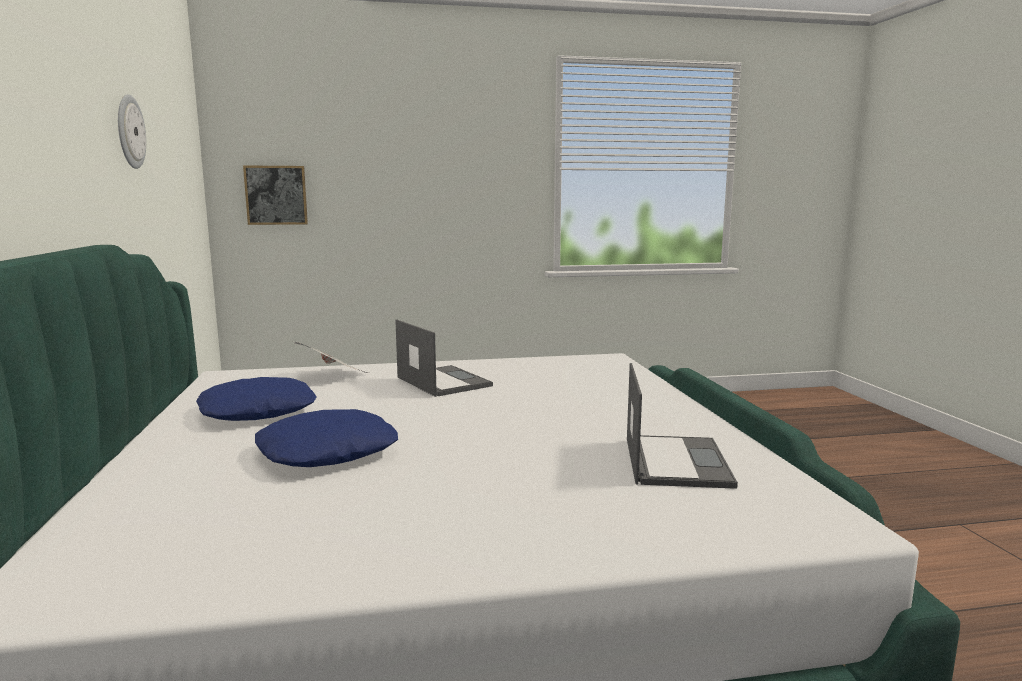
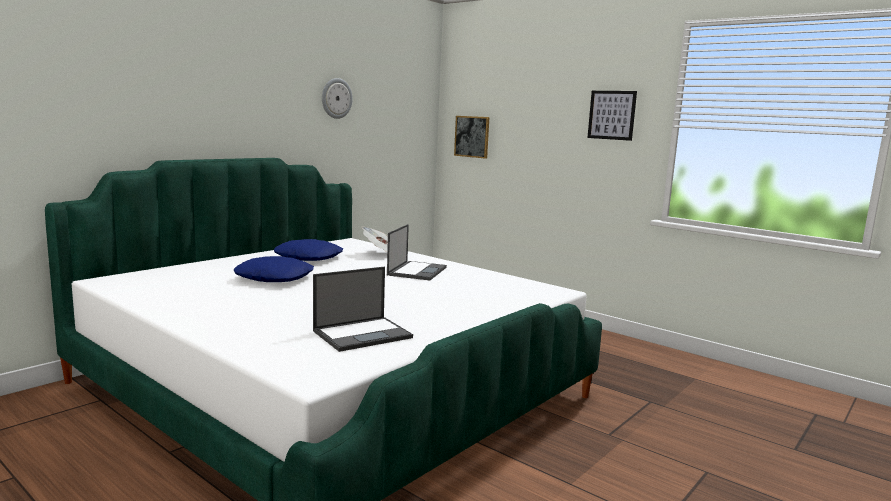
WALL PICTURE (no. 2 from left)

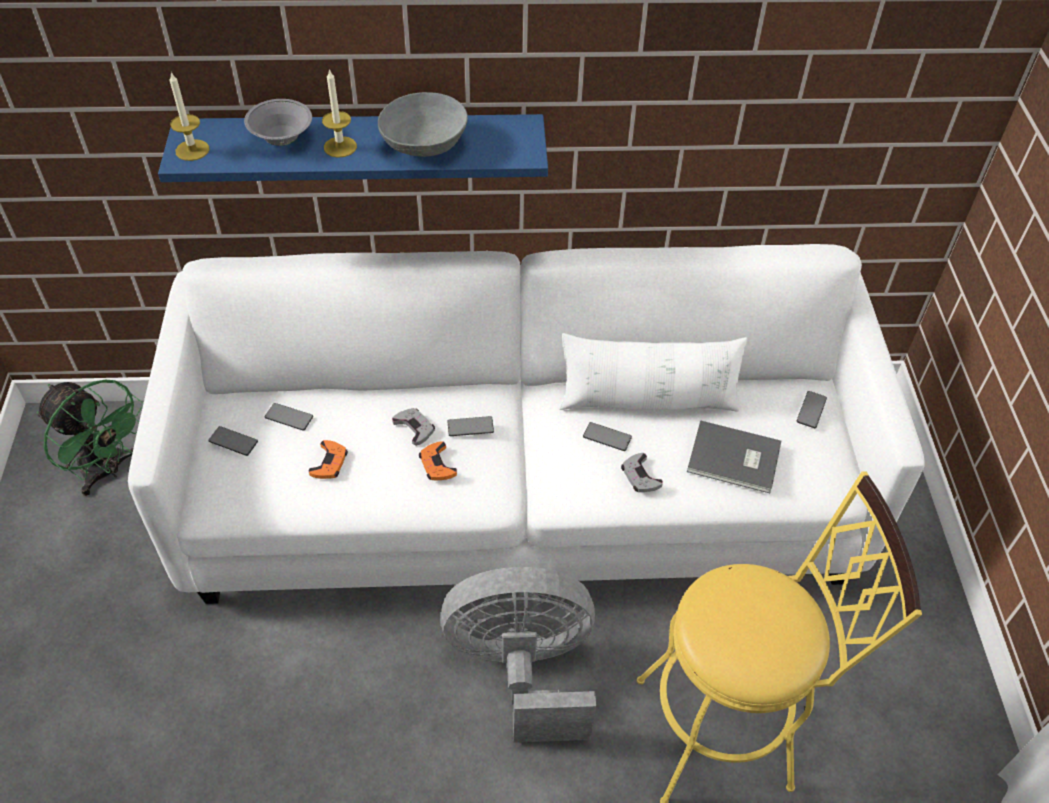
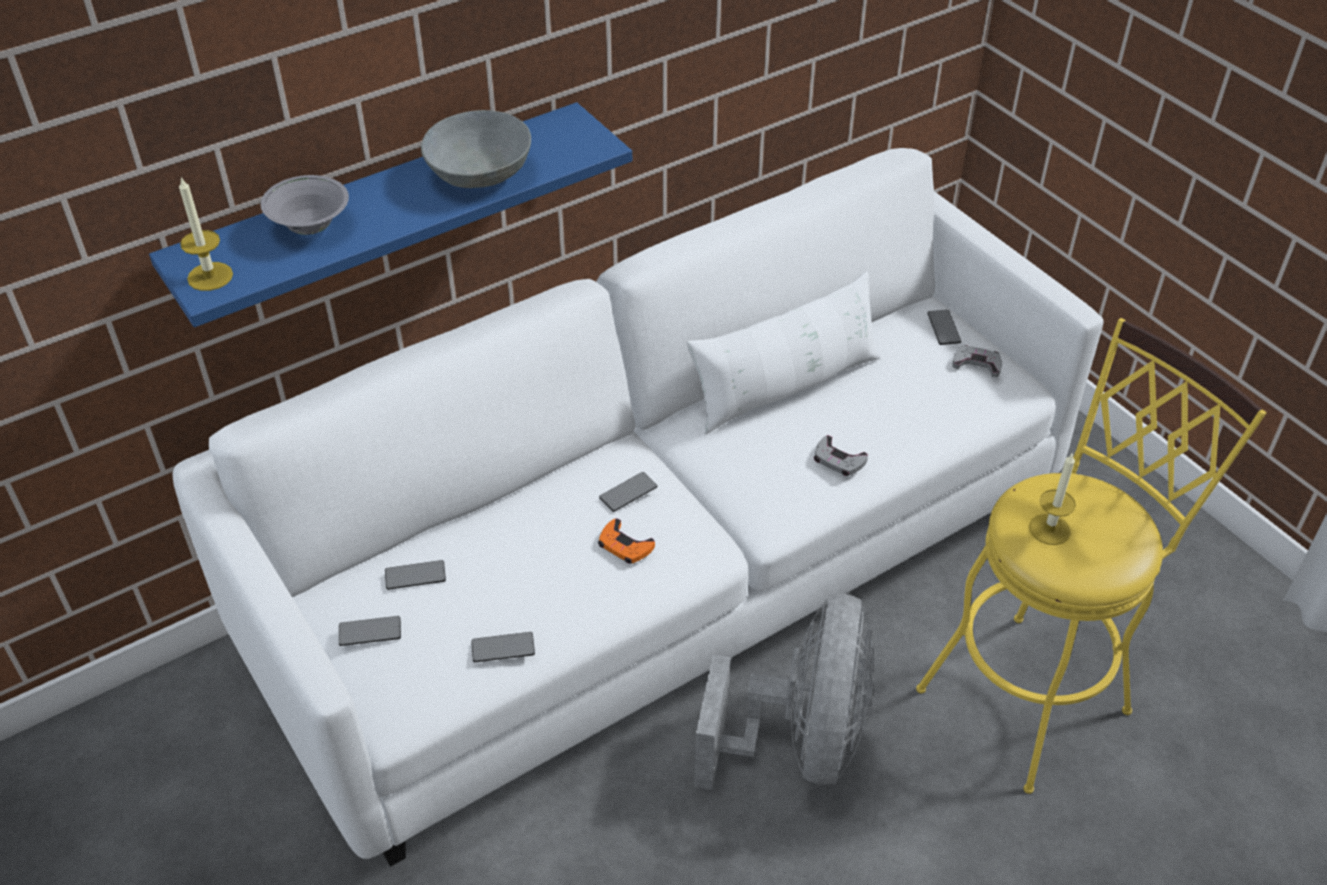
GREENISH COOLING FAN
ORANGE-COLOURED GAME CONTROLLER (no. 1 from left in the first image)
WAX LIGHT (no. 2 from left)
GREYISH GAME CONTROLLER (no. 2 from left)
GREYISH COOLING FAN
PHONE (no. 3 from left)
GREYISH BOOK

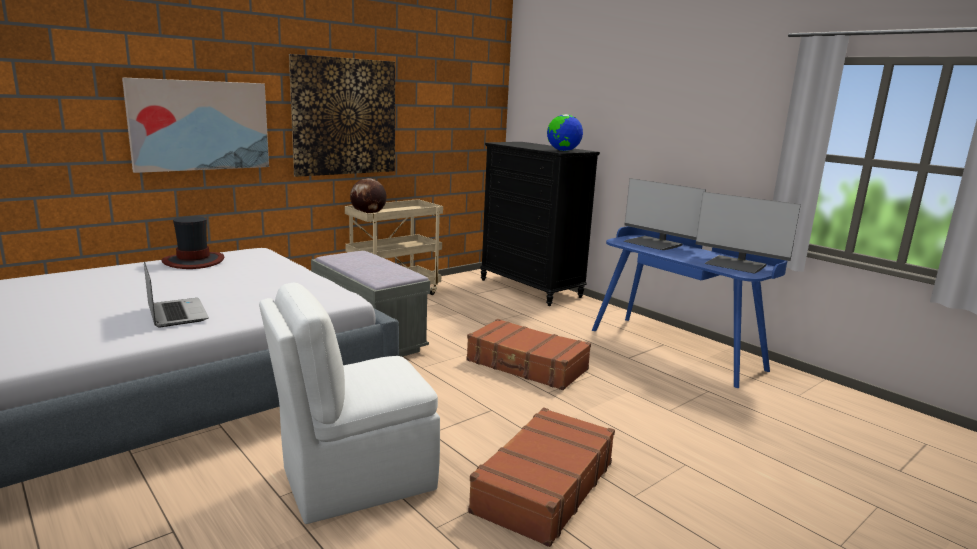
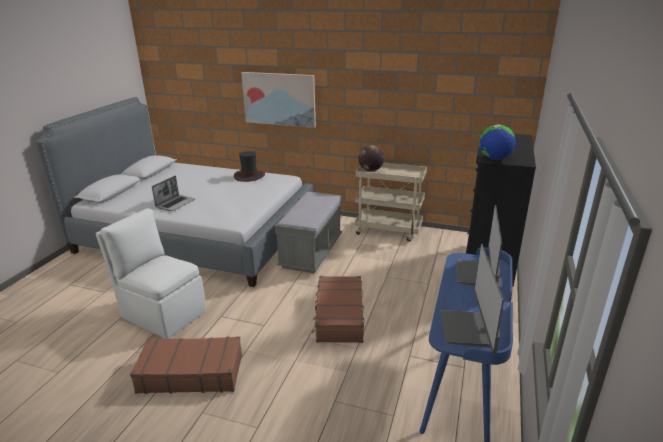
WALL PICTURE (no. 2 from left in the first image)

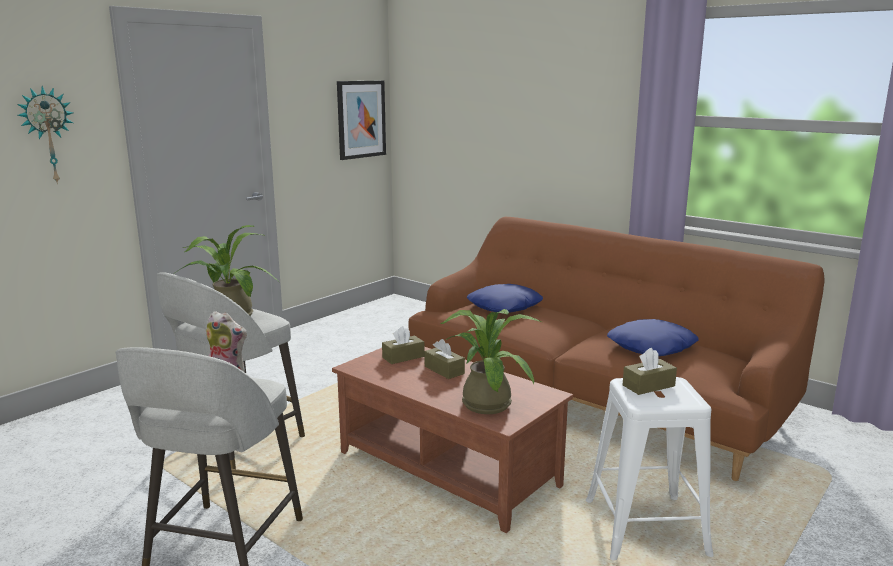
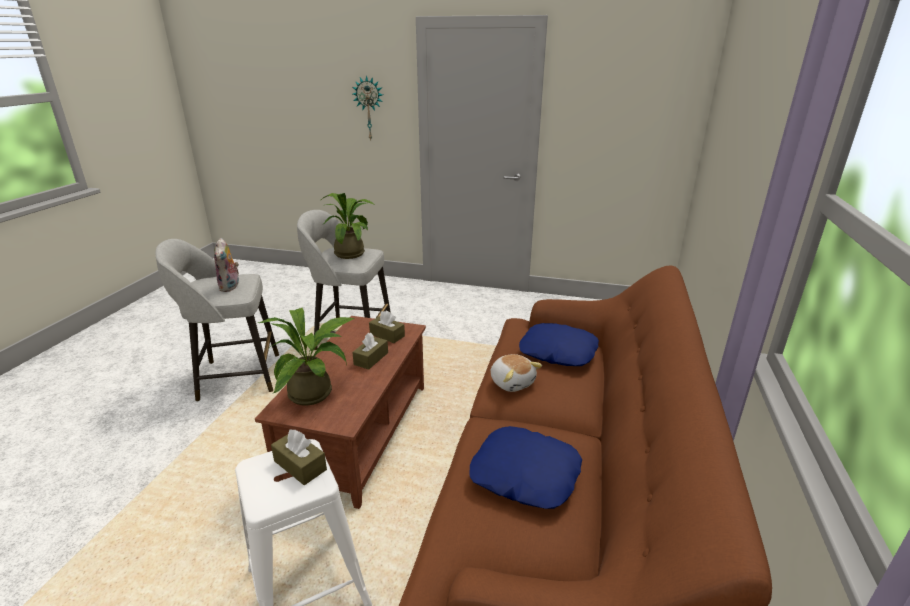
WALL PICTURE
SOFT TOY (no. 2 from left)

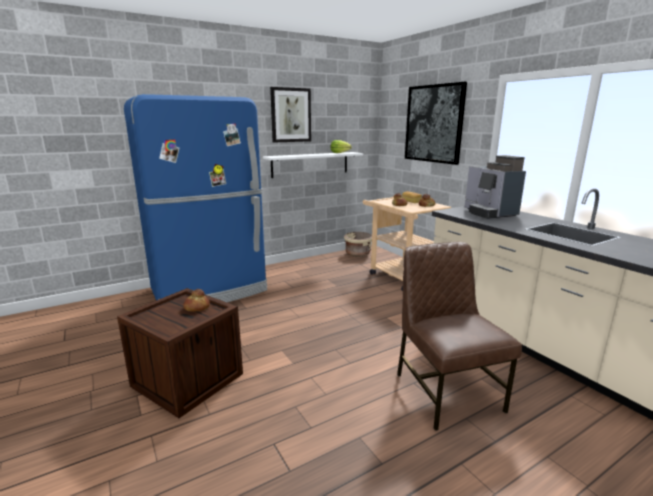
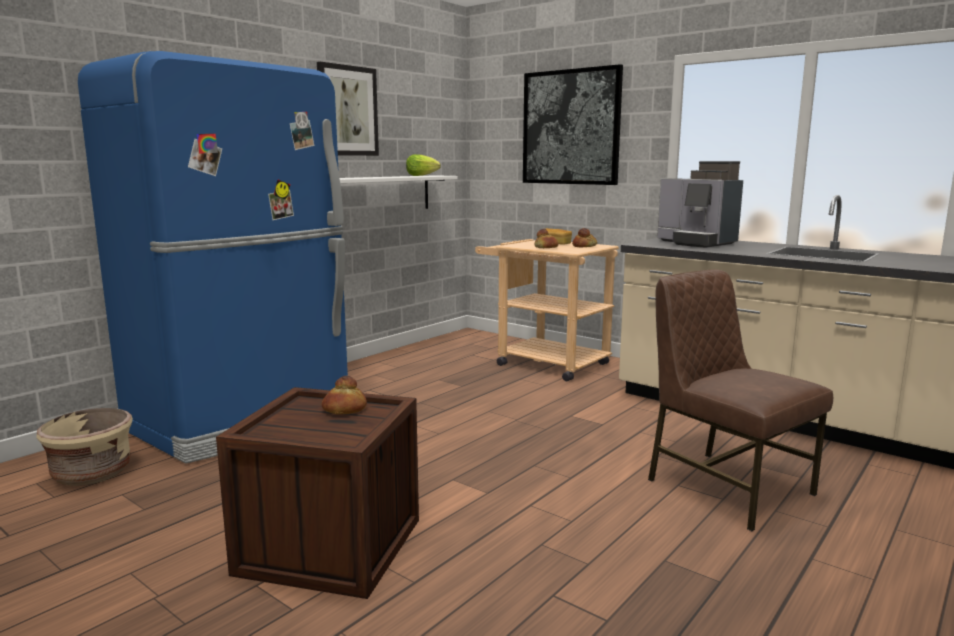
BEIGE FLOWER POT

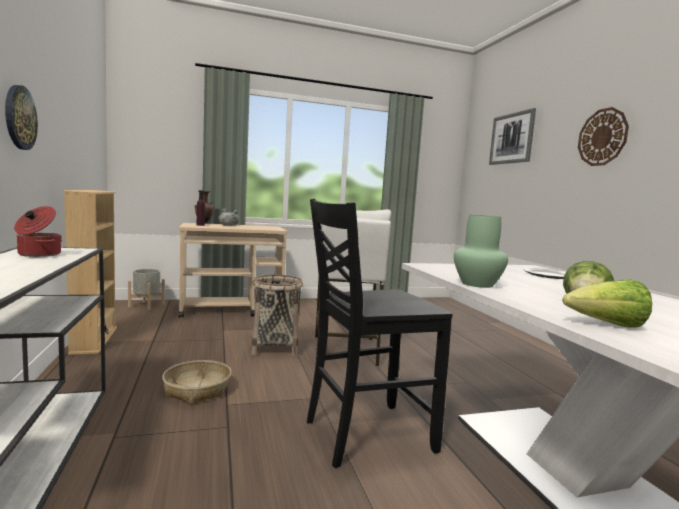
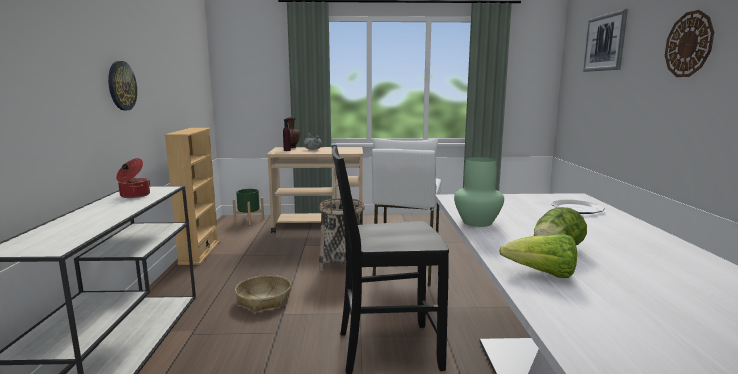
GREENISH FLOWER POT

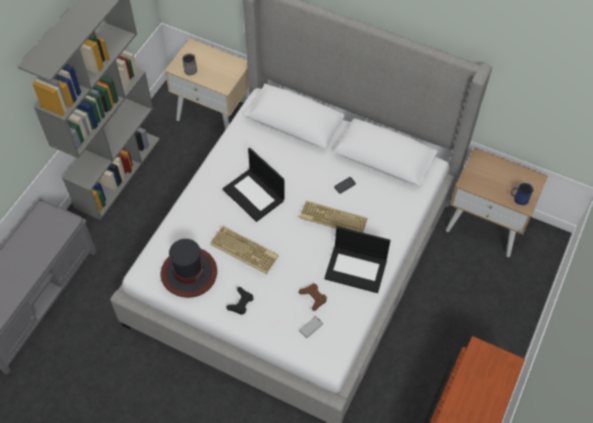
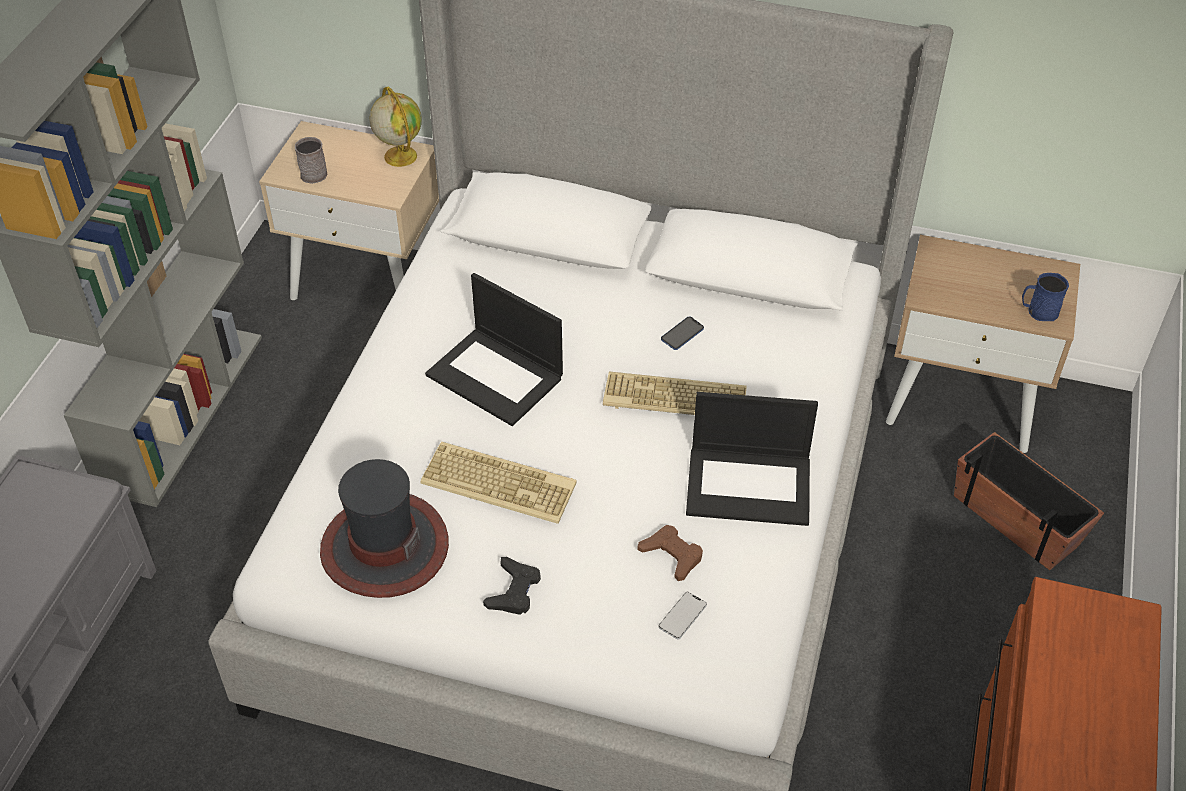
GLOBE
FLOWER POT

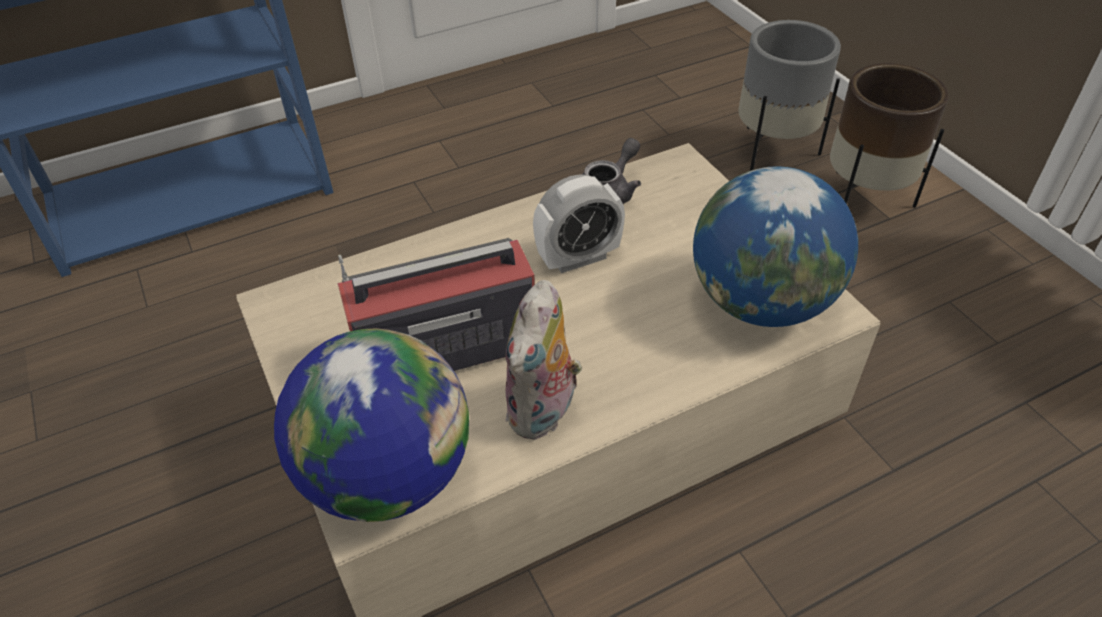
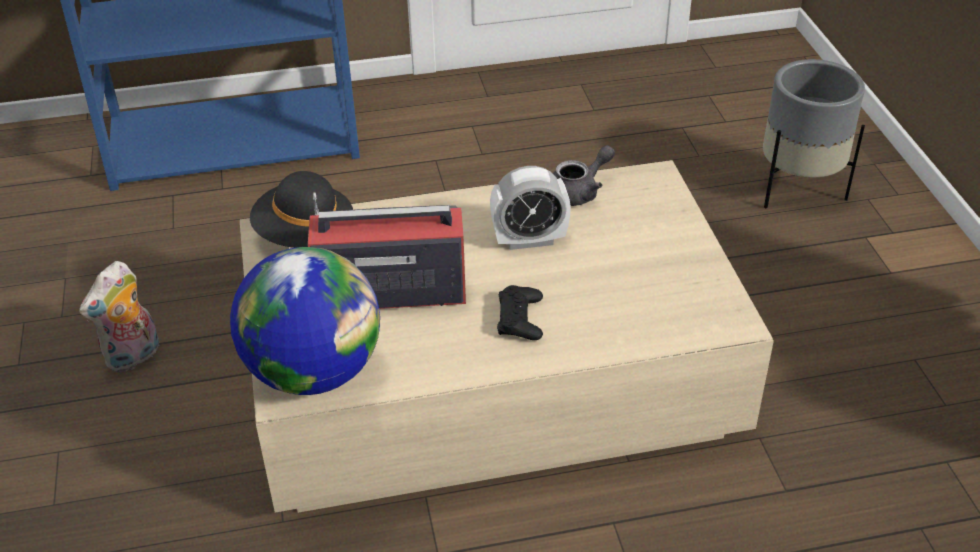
SOFT TOY
GLOBE (no. 2 from left in the first image)
BROWN-COLOURED FLOWER POT
BLACK CLOTHING HAT
BLACK GAME CONTROLLER

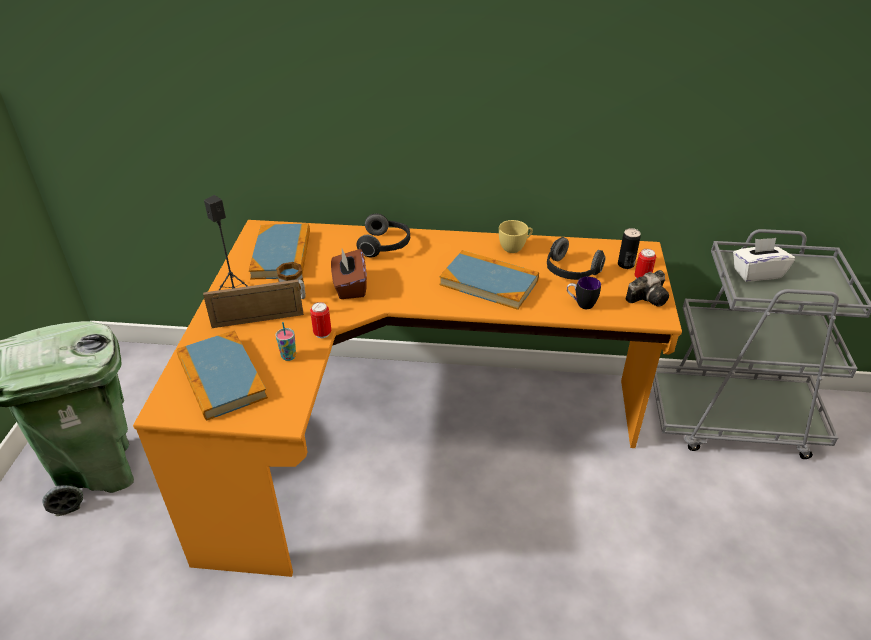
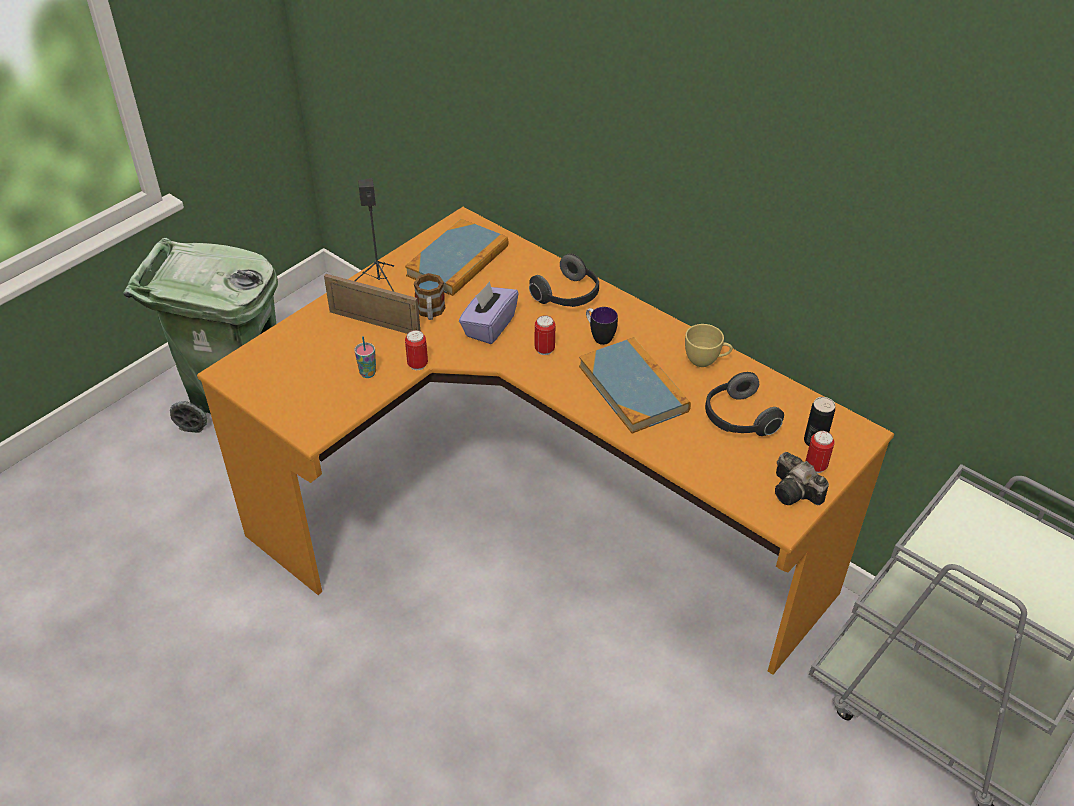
BOOK (no. 1 from left in the first image)
PURPLE-COLOURED TISSUE HOLDER
TEA MUG (no. 2 from left)
PHOTO CAMERA
WHITISH TISSUE HOLDER
SEALED CAN (no. 2 from left)

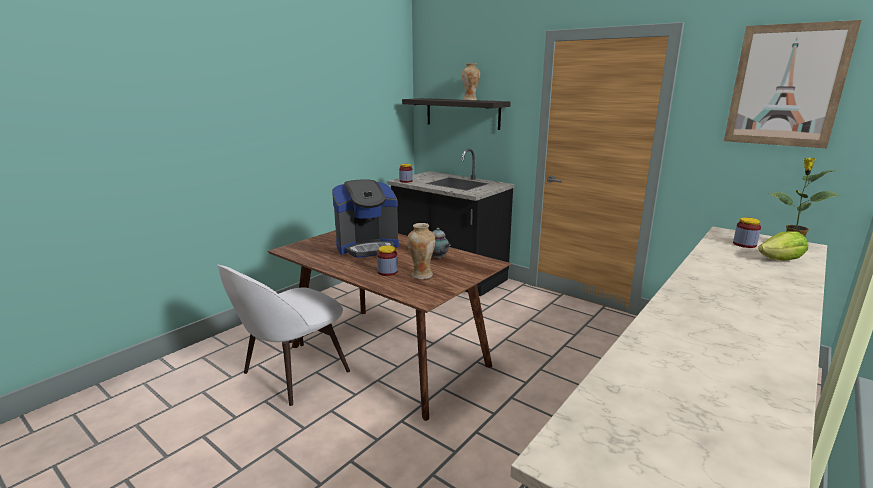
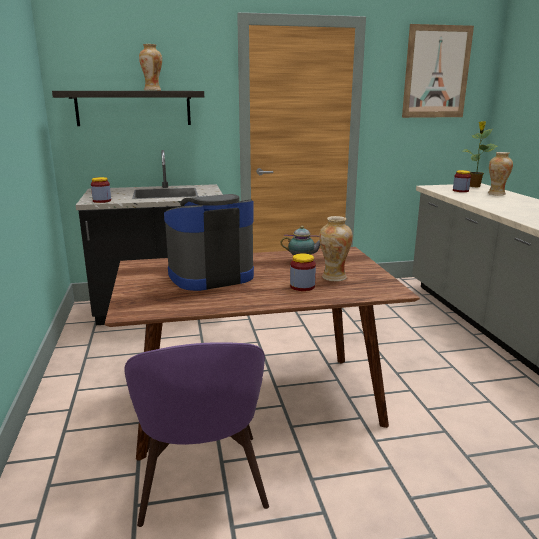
PURPLE-COLOURED CHAIR
COFFEE MACHINE
VASE (no. 3 from left)

